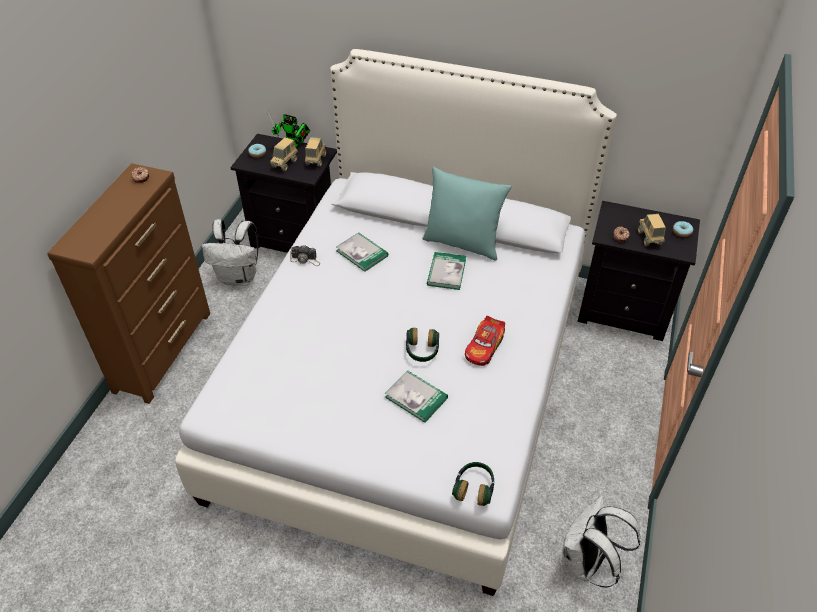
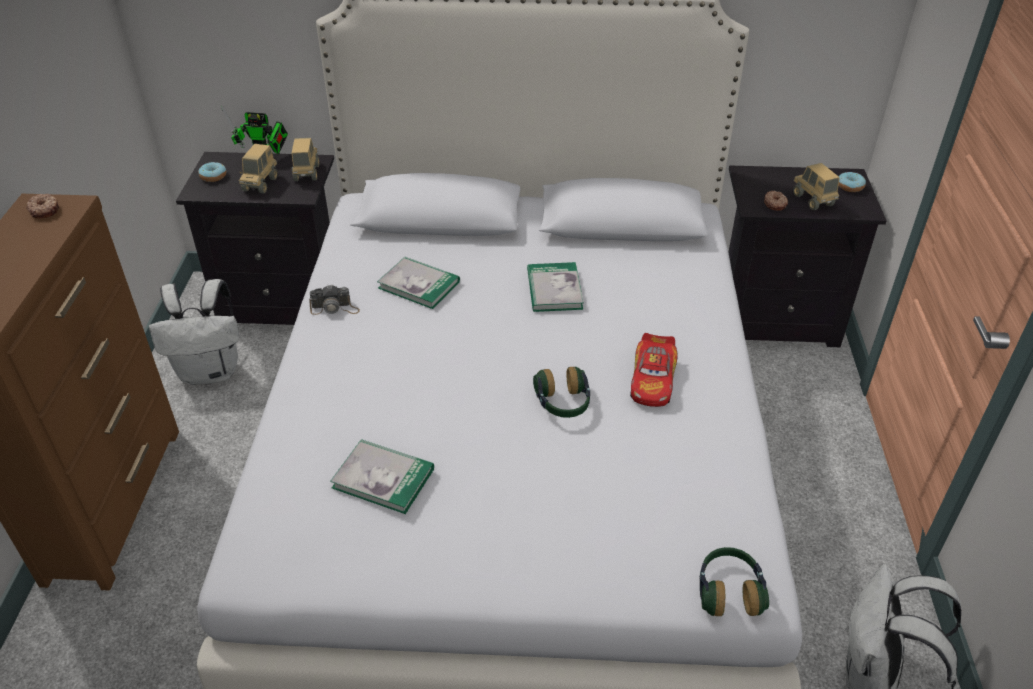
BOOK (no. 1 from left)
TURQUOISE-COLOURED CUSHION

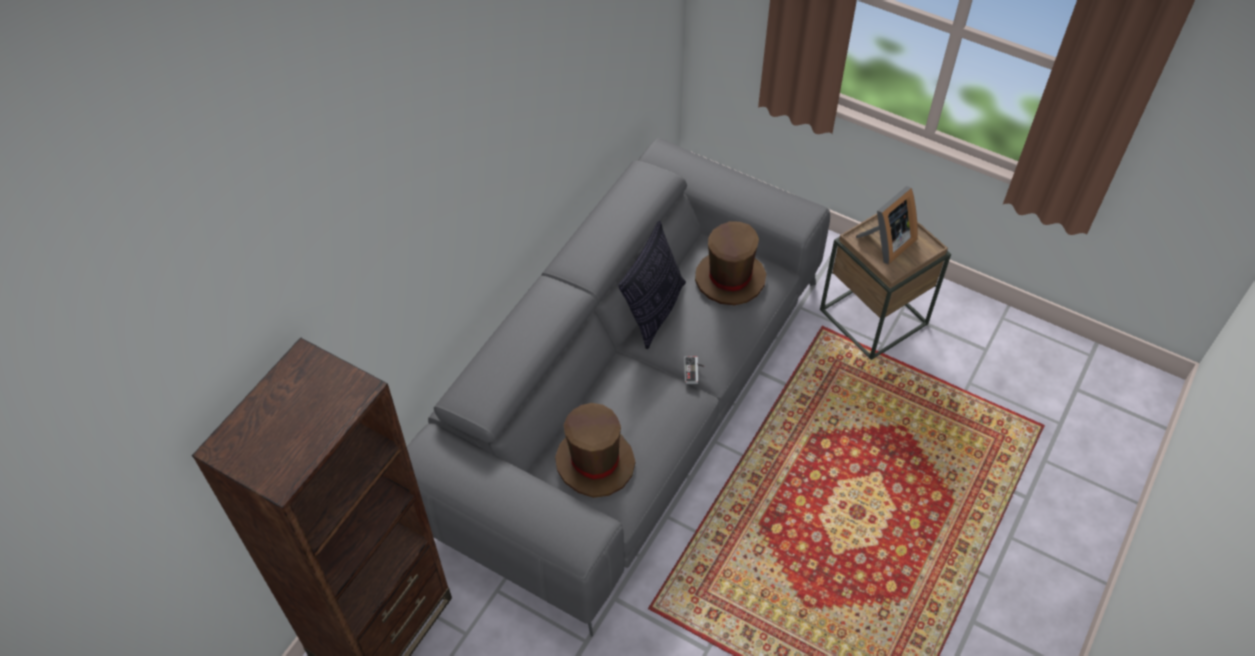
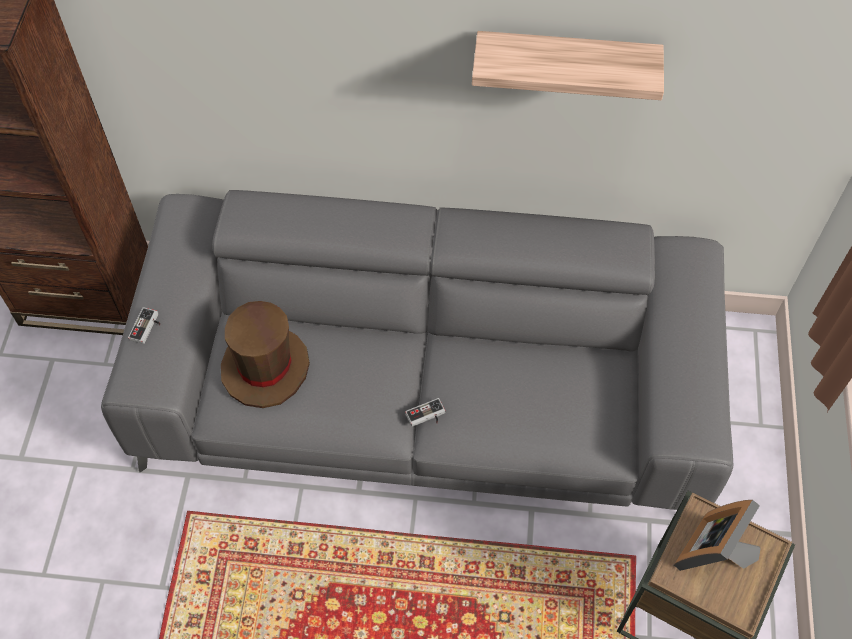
CUSHION
BROWN-COLOURED CLOTHING HAT (no. 2 from left in the first image)
PICTURE FRAME
GAME CONTROLLER (no. 1 from left)
WALL SHELF

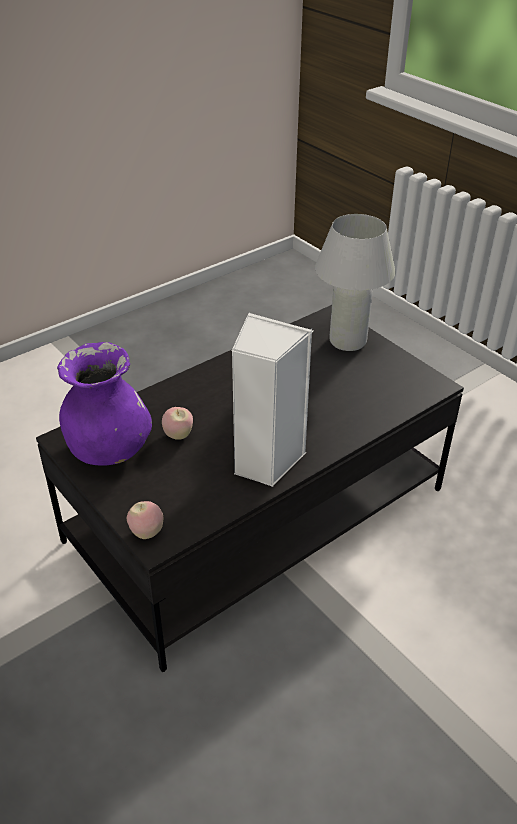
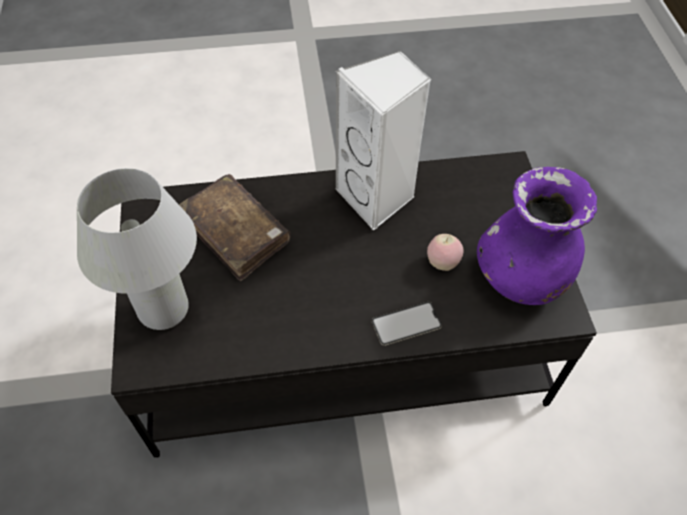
APPLE FRUIT (no. 1 from left in the first image)
BROWN-COLOURED BOOK
PHONE

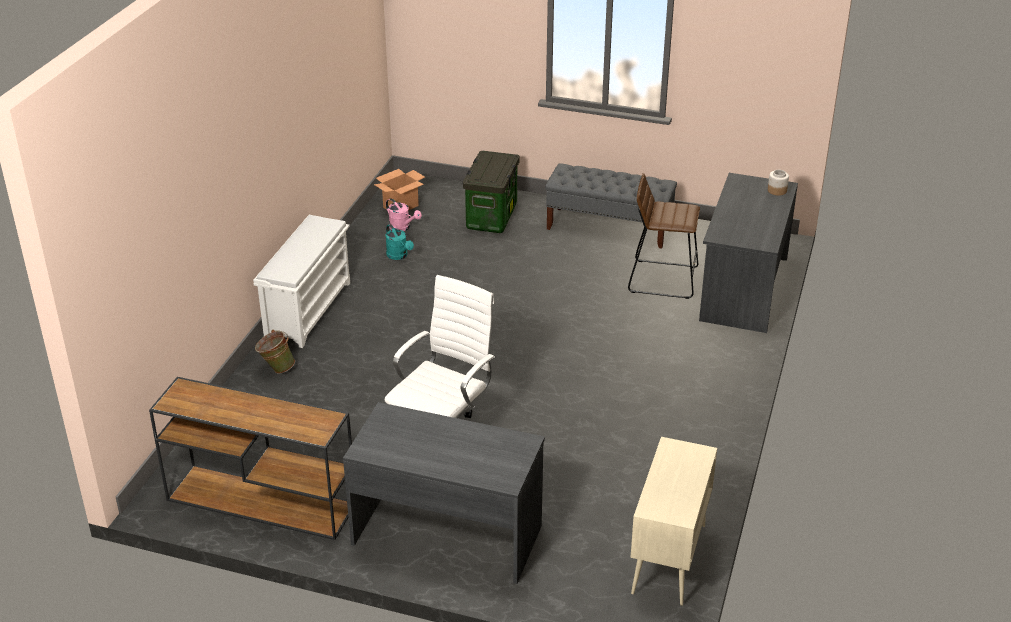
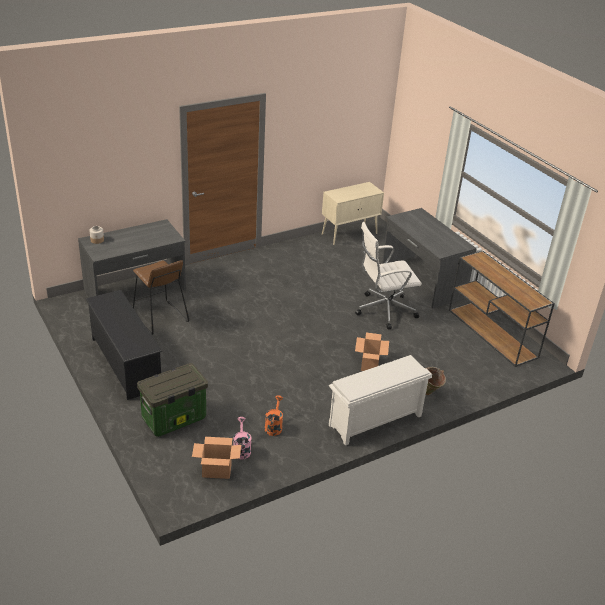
ORANGE-COLOURED WATERING POT
BLACK SHOE STAND
CARDBOARD BOX (no. 2 from left)

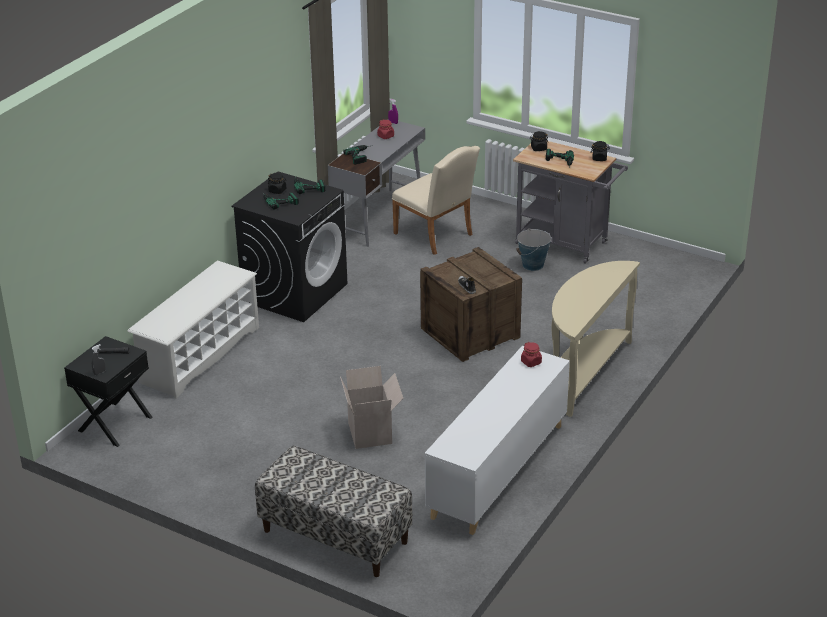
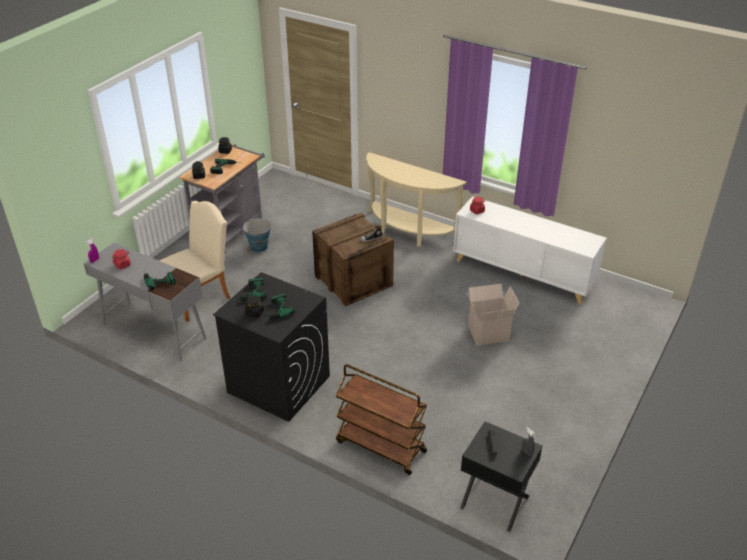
BROWN-COLOURED WHEELED CART
LONG SEAT

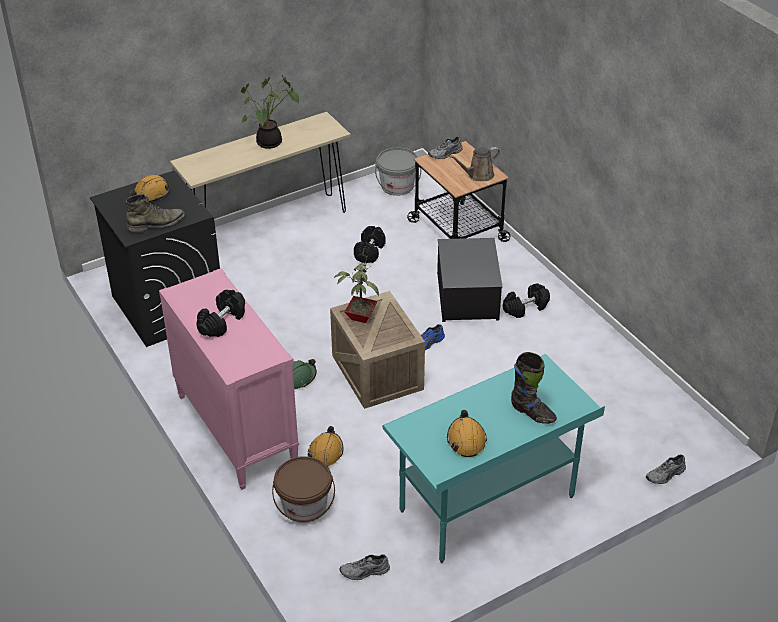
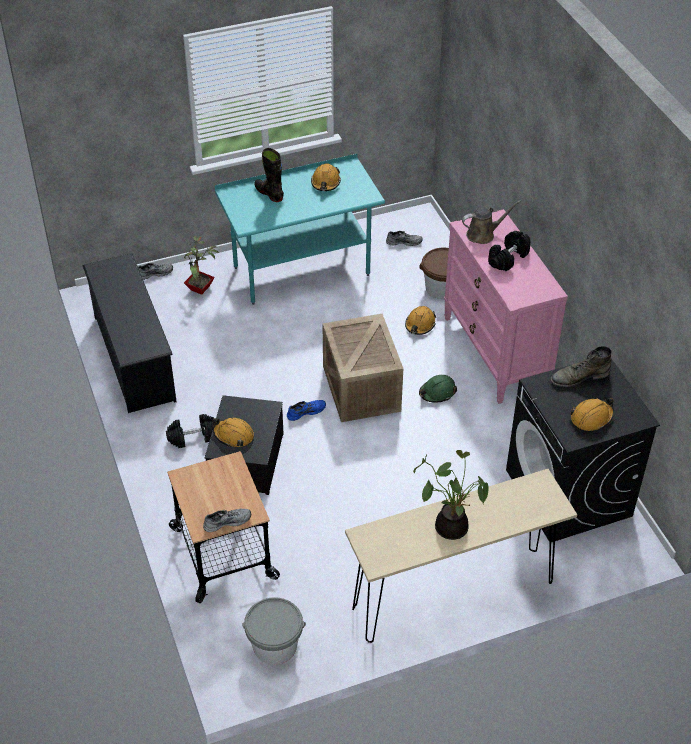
POTTED PLANT (no. 1 from left)
BLACK DUMBBELL (no. 2 from left in the first image)
BROWN-COLOURED WATERING POT
BLACK SHOE STAND
ORANGE-COLOURED WORK HELMET (no. 1 from left)

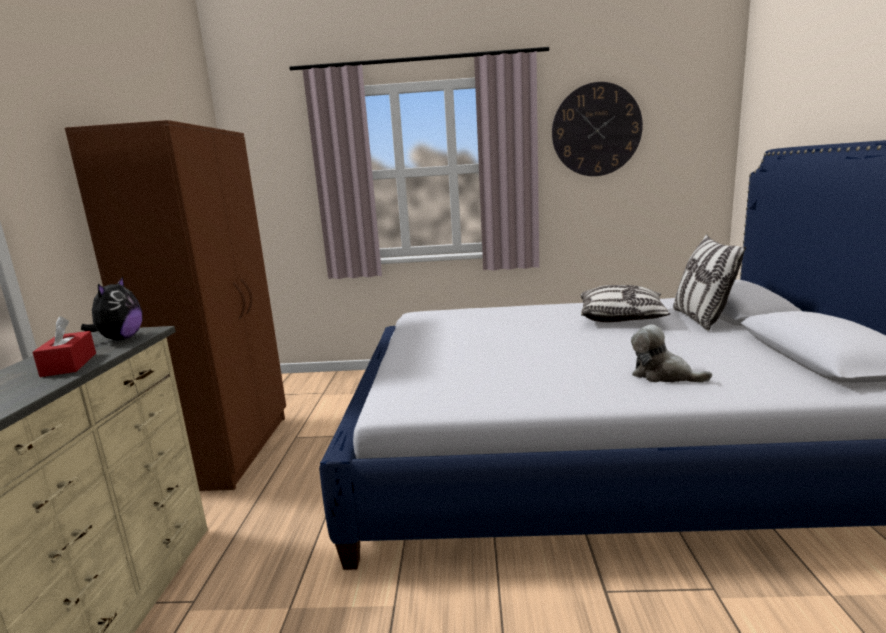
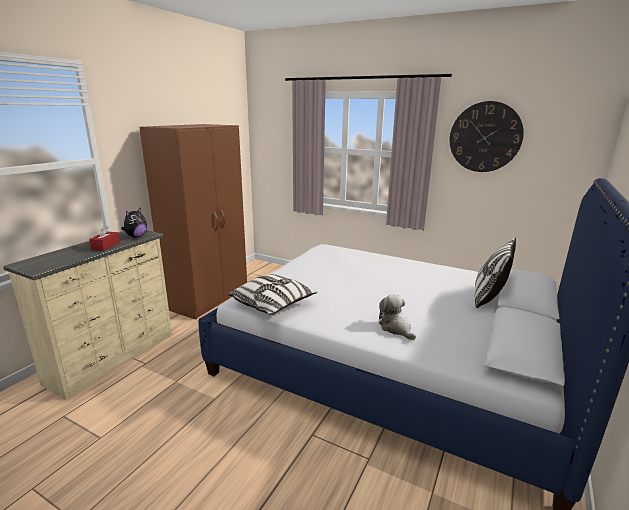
CUSHION (no. 1 from left)

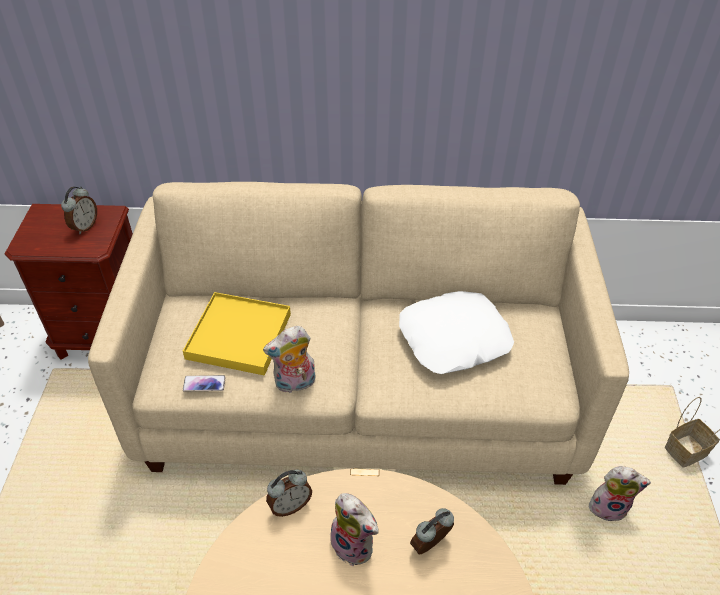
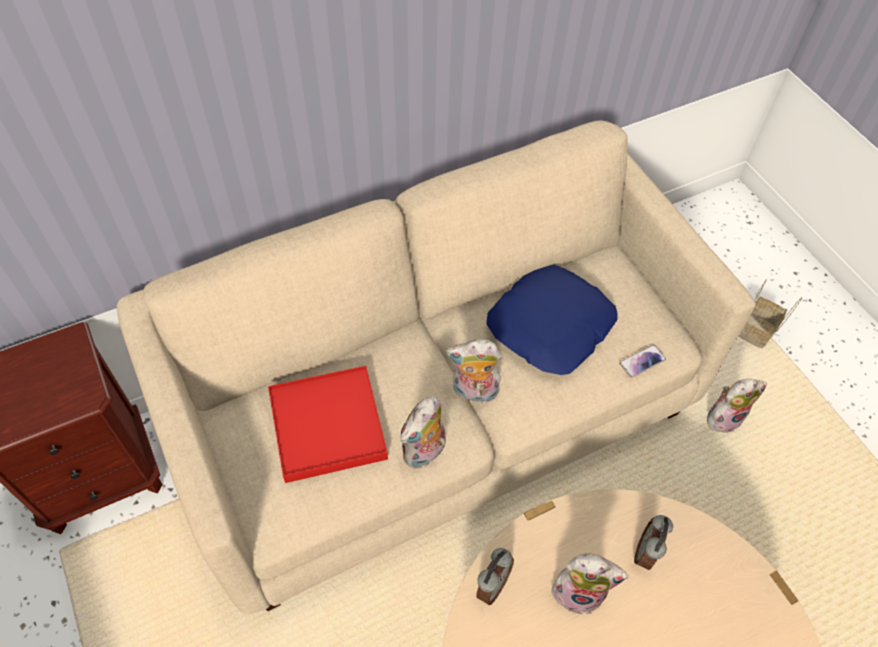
TABLE CLOCK (no. 1 from left in the first image)
RED-COLOURED SERVING TRAY
PHONE
BLUISH CUSHION
SOFT TOY (no. 2 from left)

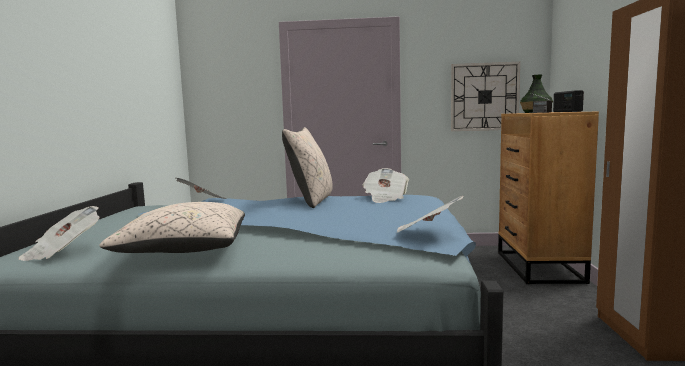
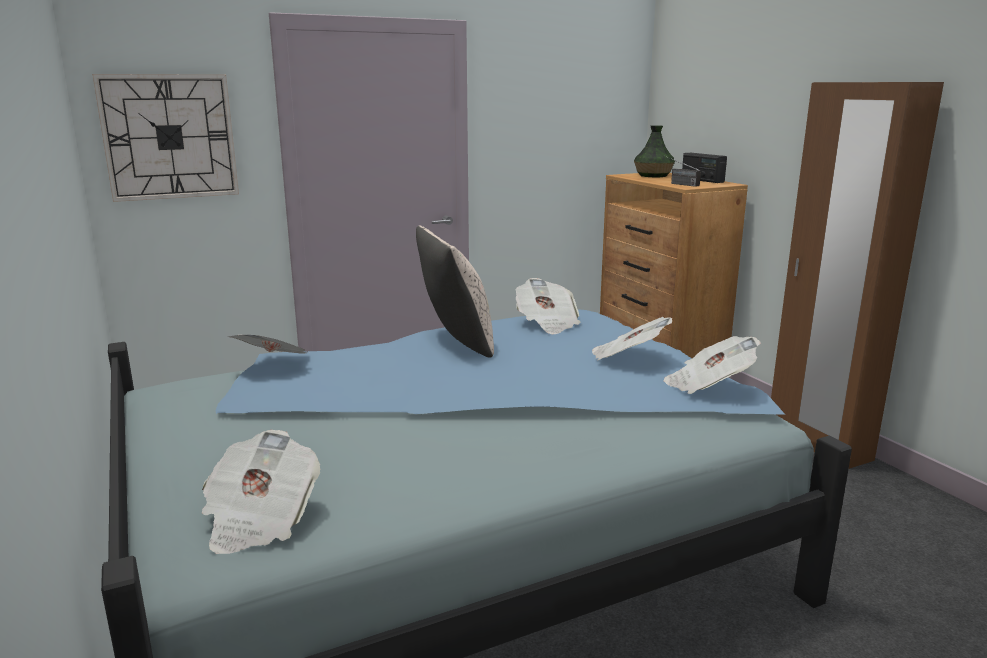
BEIGE CUSHION (no. 1 from left in the first image)
WALL CLOCK
PRINTED PAPER (no. 4 from left)

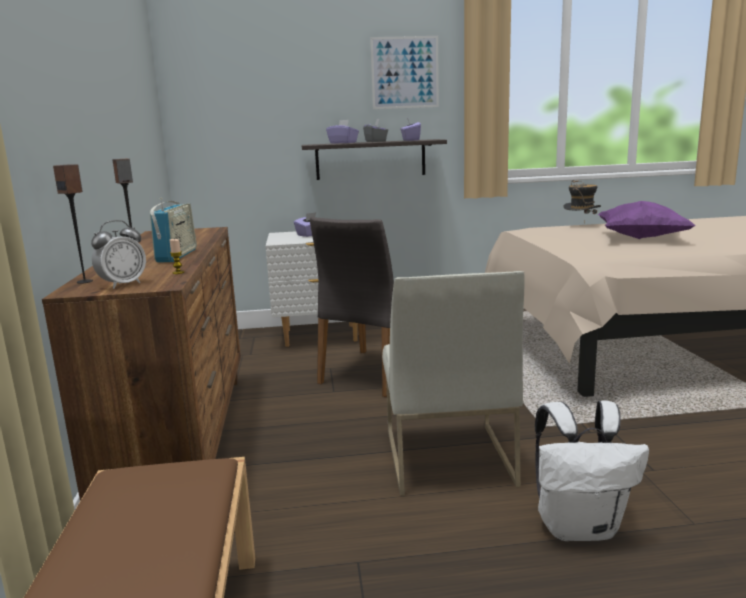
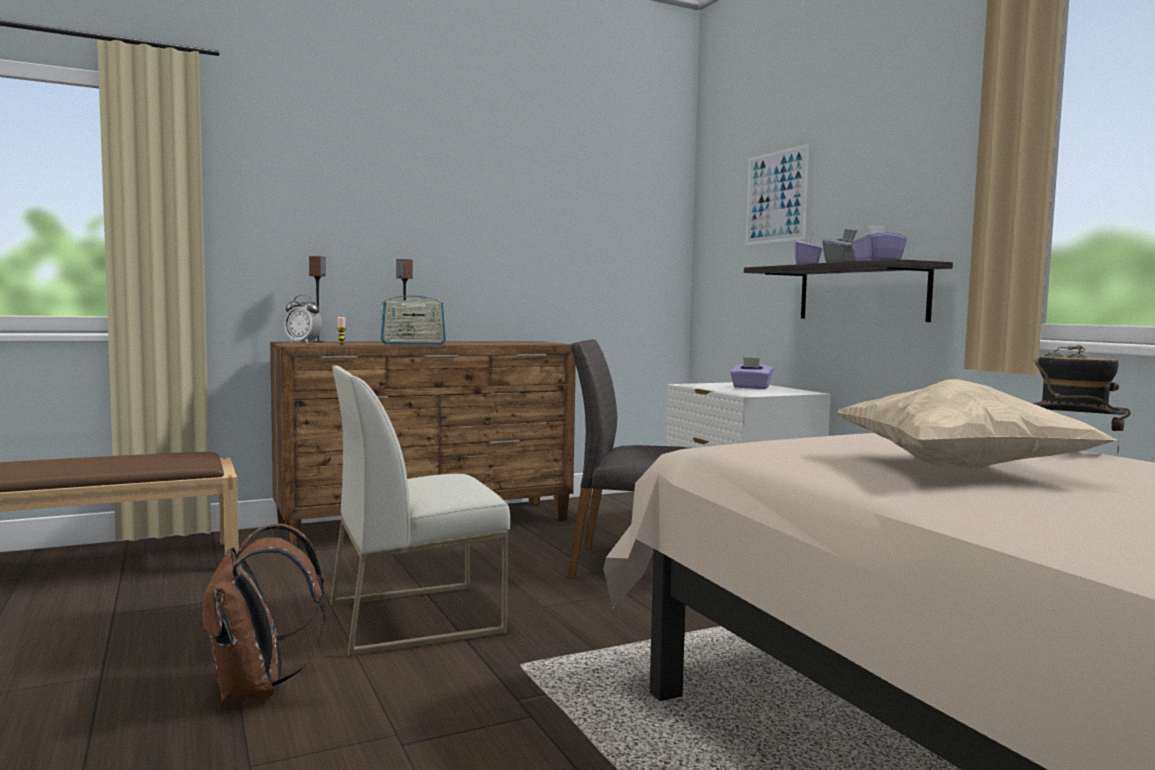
WALL PICTURE
BROWN-COLOURED BACKPACK
BEIGE CUSHION

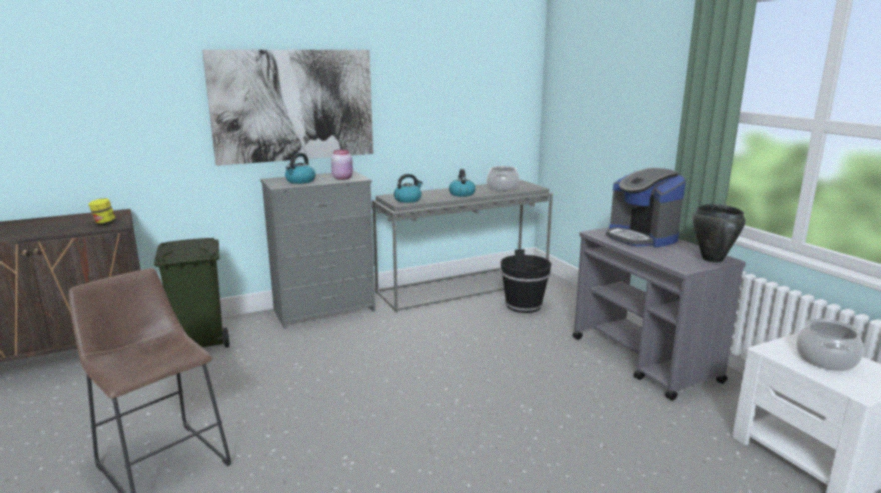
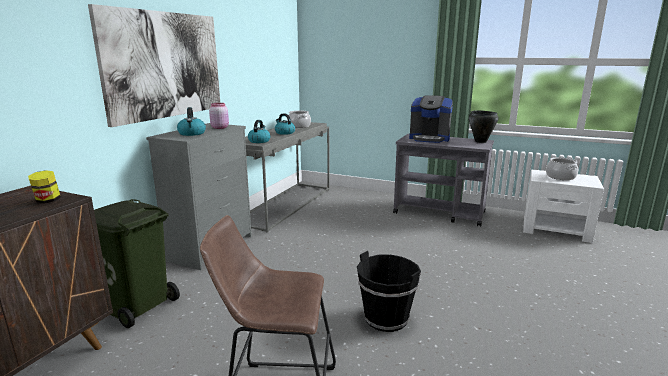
BLACK BUCKET

